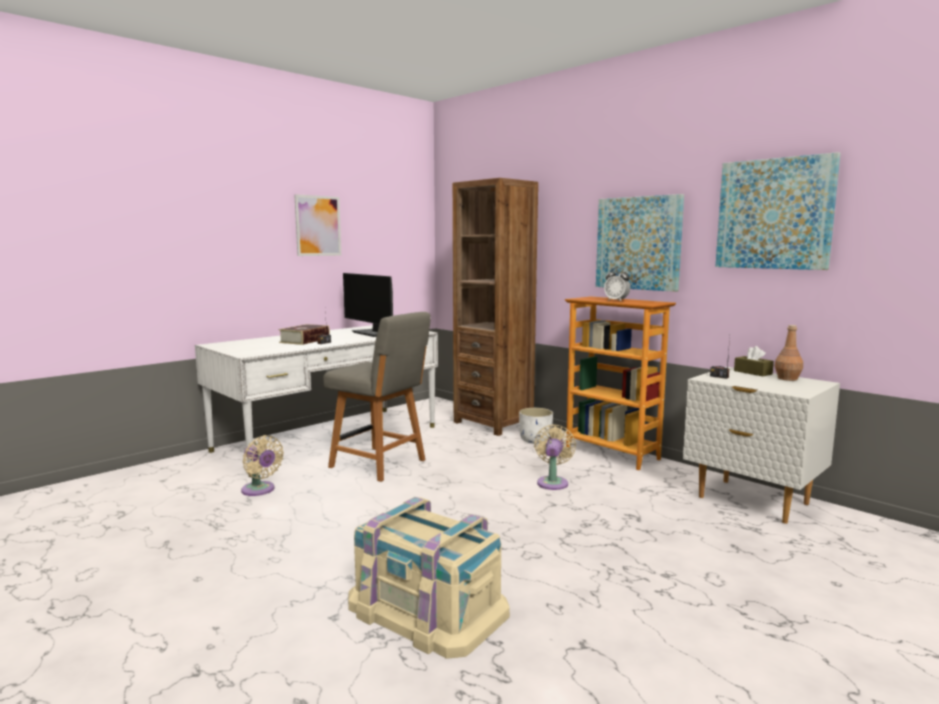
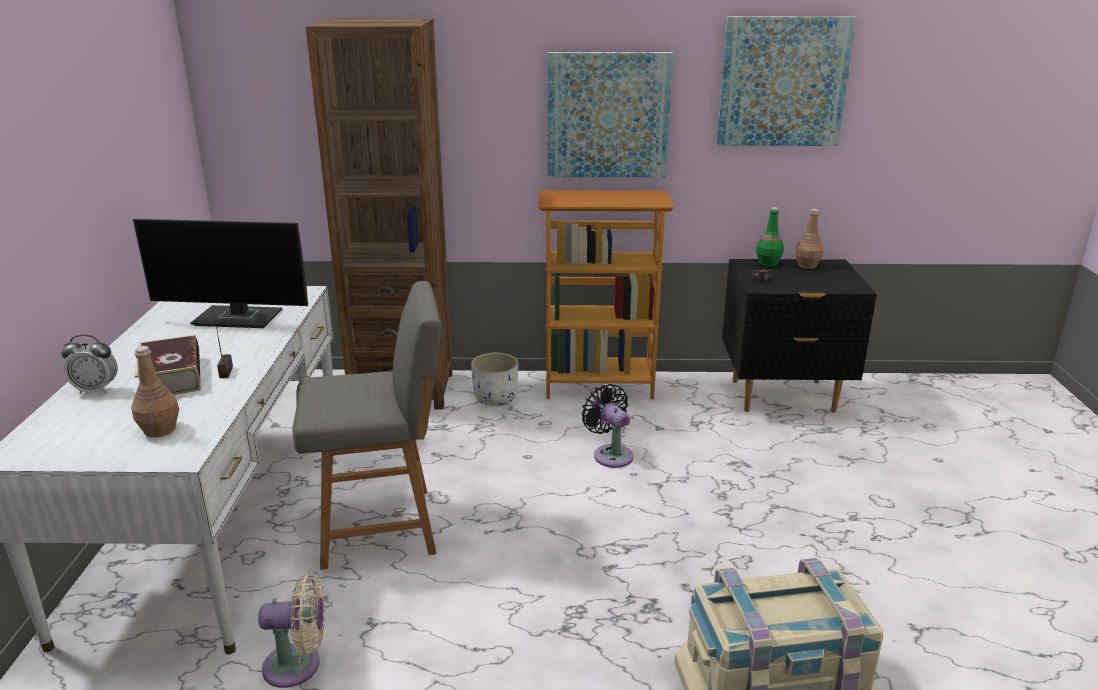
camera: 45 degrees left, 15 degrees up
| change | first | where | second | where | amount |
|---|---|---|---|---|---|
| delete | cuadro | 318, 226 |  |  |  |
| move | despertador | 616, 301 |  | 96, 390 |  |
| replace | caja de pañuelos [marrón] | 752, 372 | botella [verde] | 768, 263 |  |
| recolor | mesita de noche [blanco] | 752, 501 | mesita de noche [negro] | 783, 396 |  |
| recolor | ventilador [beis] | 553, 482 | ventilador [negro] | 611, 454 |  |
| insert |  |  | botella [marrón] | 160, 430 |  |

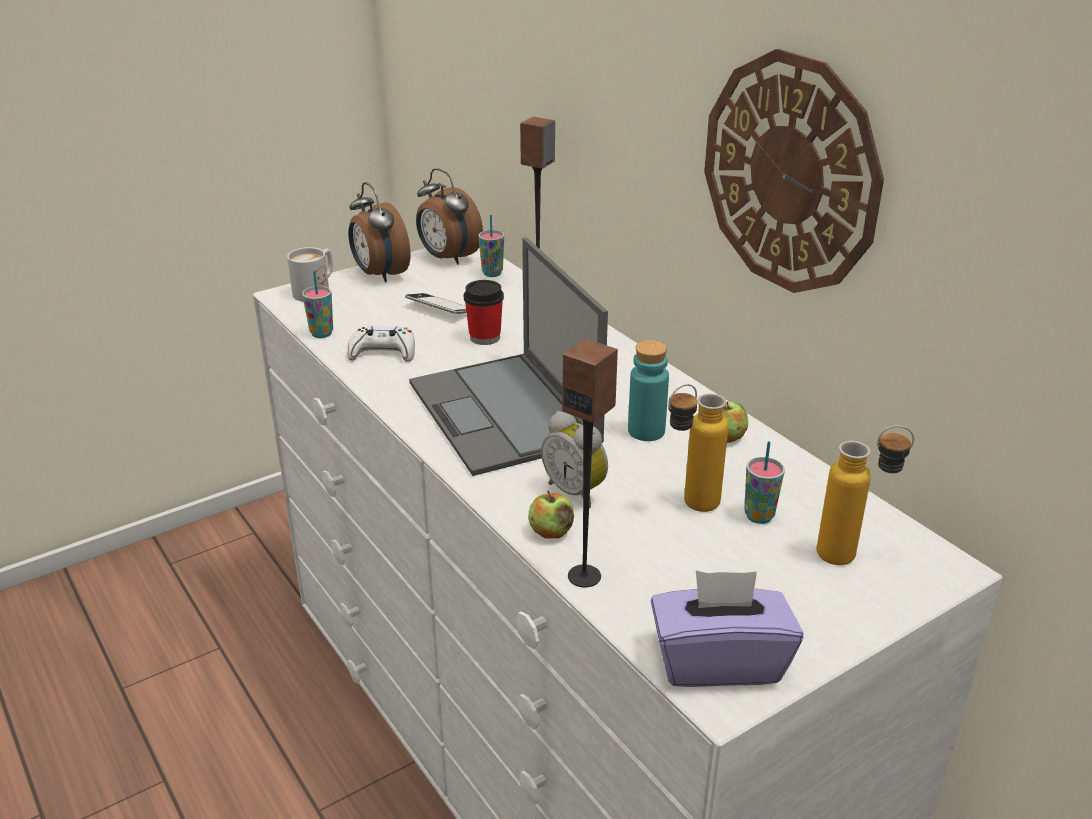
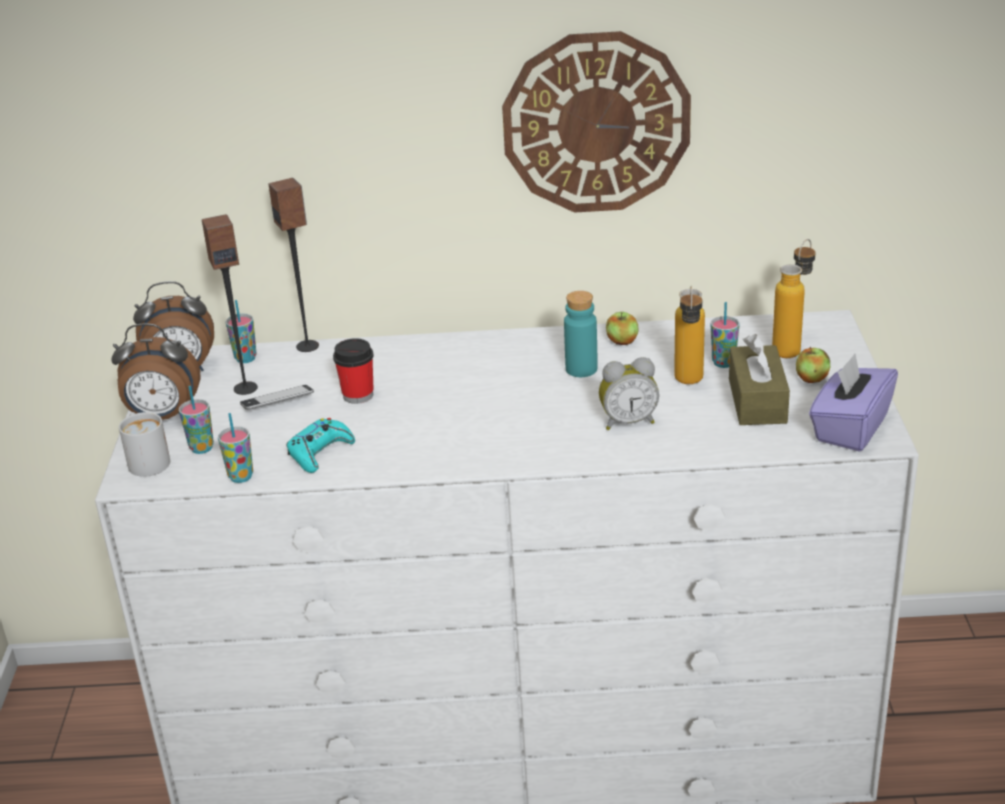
camera: 55 degrees left, 0 degrees up
| change | first | where | second | where | amount |
|---|---|---|---|---|---|
| delete | portátil | 505, 413 |  |  |  |
| recolor | mando de consola [blanco] | 383, 352 | mando de consola [turquesa] | 320, 452 |  |
| move | altavoz | 585, 576 |  | 245, 388 |  |
| move | manzana | 551, 531 |  | 811, 378 |  |
| insert |  |  | caja de pañuelos [marrón] | 757, 401 |  |
| insert |  |  | taza | 201, 448 |  |

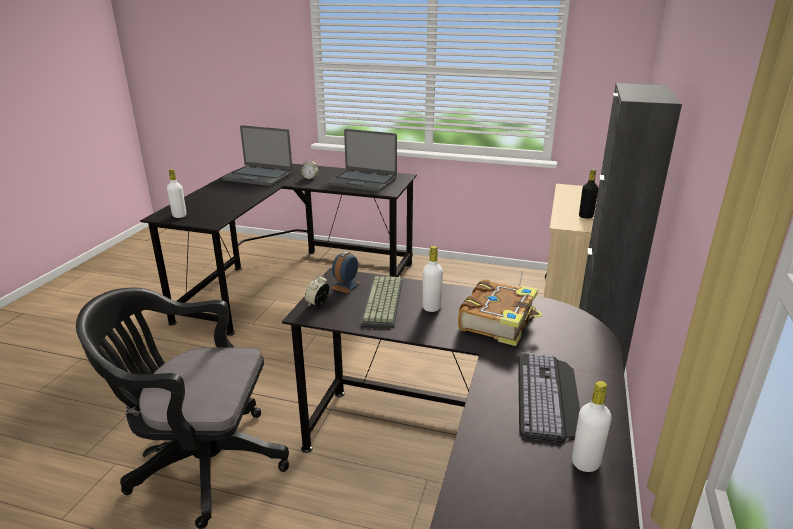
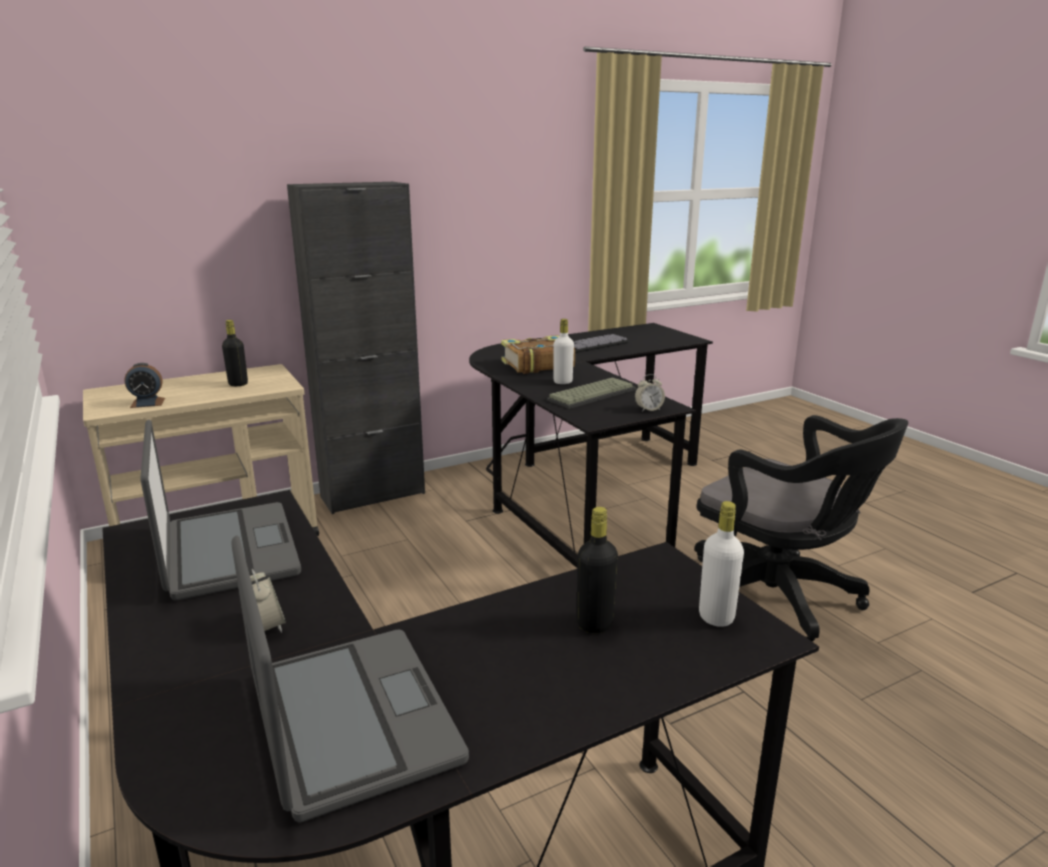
camera: 135 degrees left, 5 degrees down
| change | first | where | second | where | amount |
|---|---|---|---|---|---|
| move | despertador | 346, 285 |  | 147, 403 |  |
| delete | botella [blanco] | 585, 463 |  |  |  |
| insert |  |  | botella [negro] | 594, 624 |  |

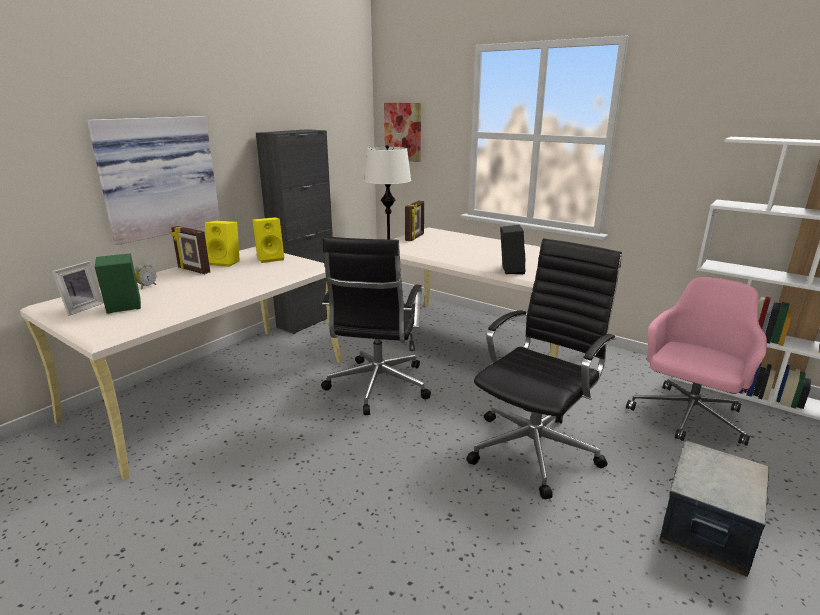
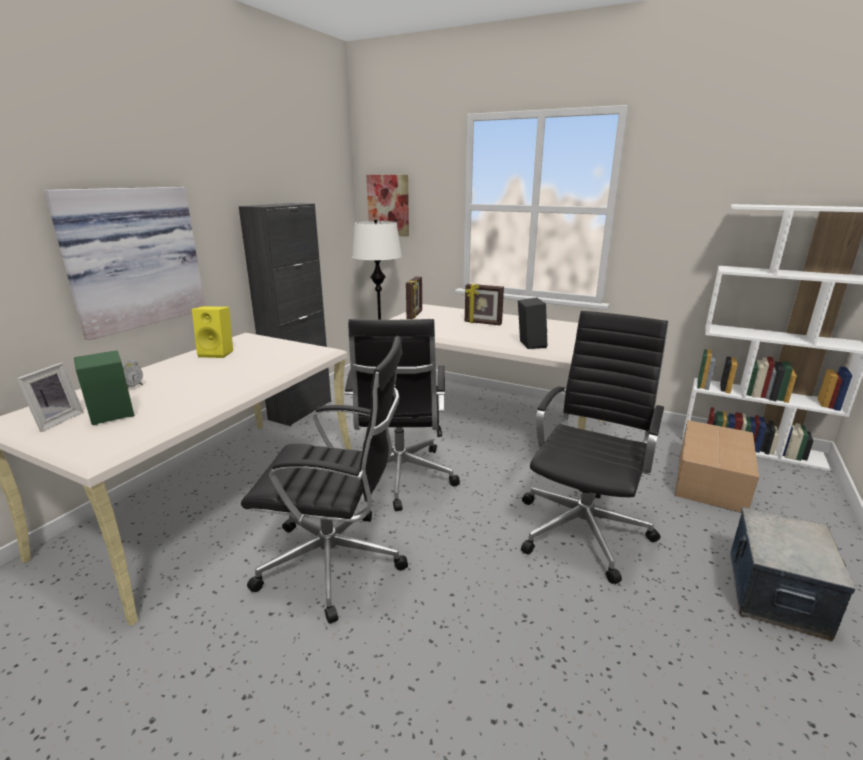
camera: 10 degrees left, 0 degrees up
| change | first | where | second | where | amount |
|---|---|---|---|---|---|
| delete | altavoz [amarillo] | 271, 258 |  |  |  |
| move | portarretratos | 193, 270 |  | 482, 323 |  |
| replace | silla de oficina [rosa] | 687, 417 | caja de cartón | 711, 479 |  |
| insert |  |  | silla de oficina [negro] | 336, 563 |  |

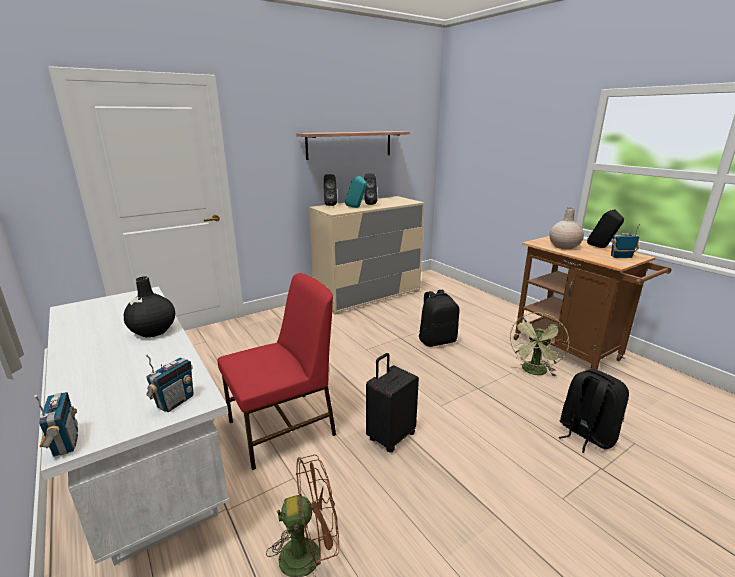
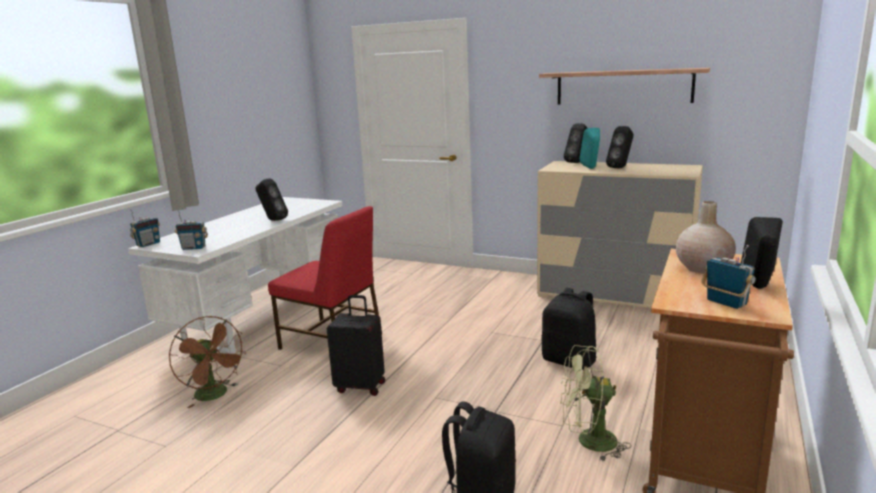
camera: 60 degrees right, 5 degrees down
| change | first | where | second | where | amount |
|---|---|---|---|---|---|
| replace | florero [negro] | 153, 331 | altavoz [negro] | 272, 220 |  |

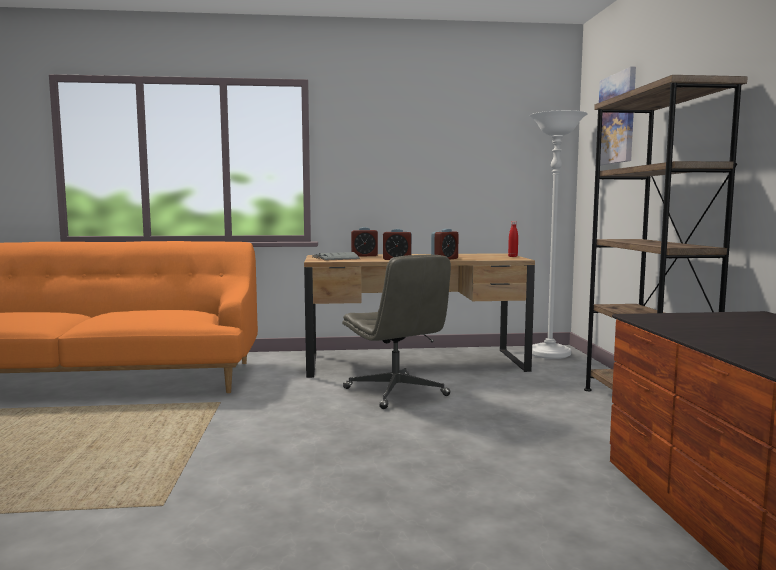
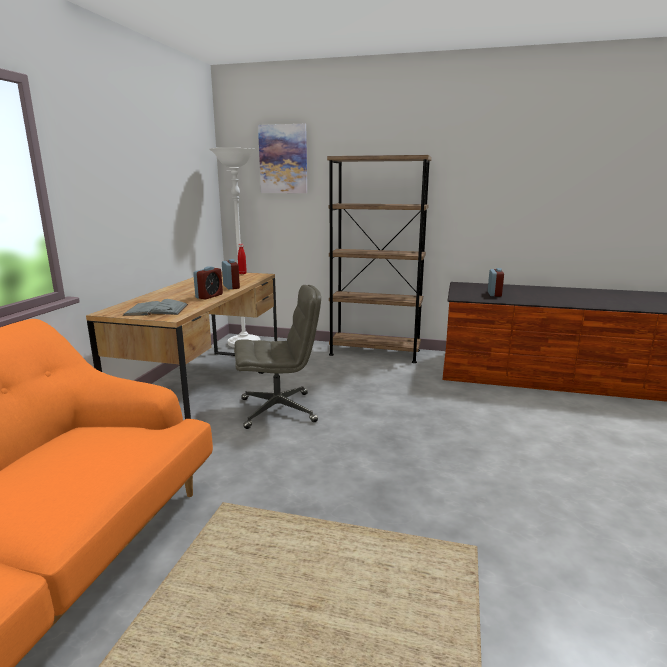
camera: 70 degrees left, 10 degrees up
| change | first | where | second | where | amount |
|---|---|---|---|---|---|
| move | despertador | 364, 255 |  | 494, 294 |  |

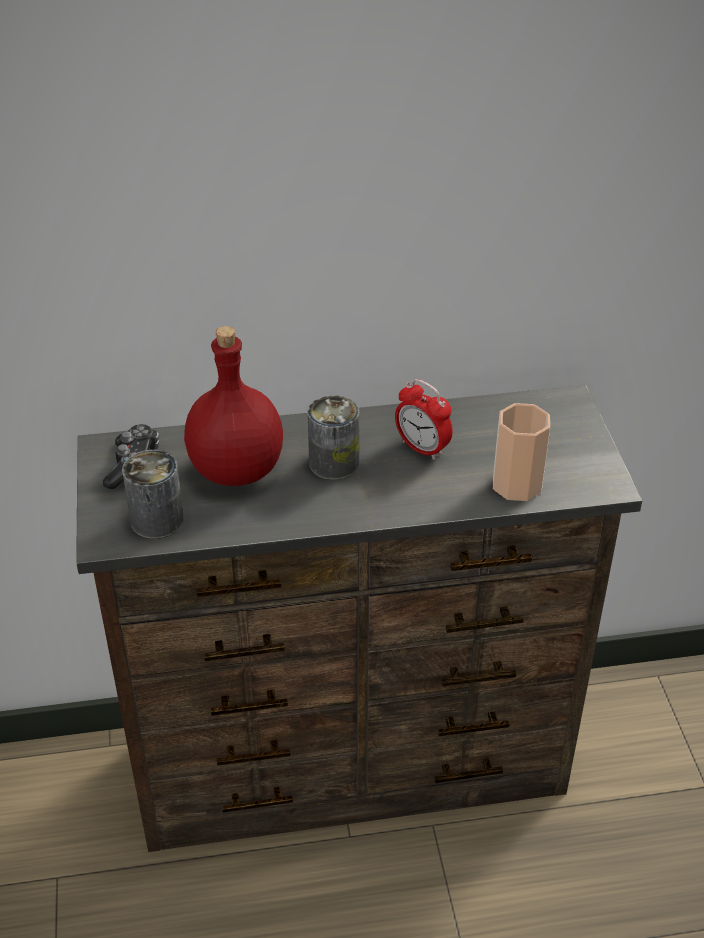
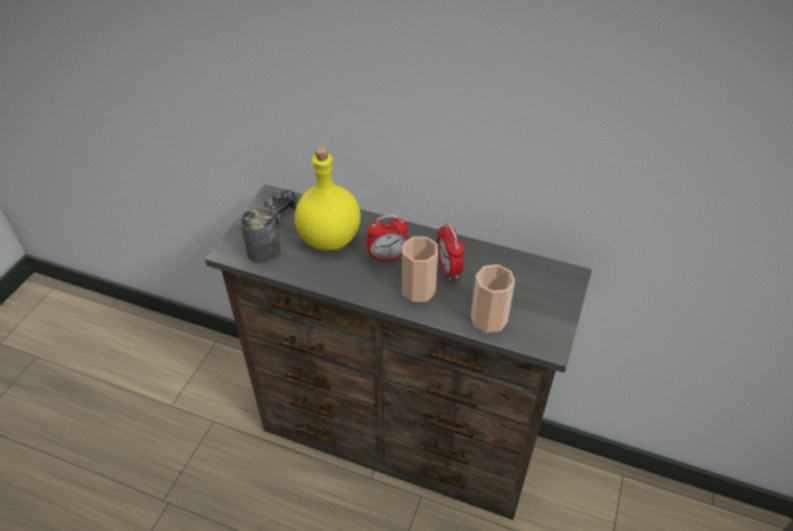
camera: 30 degrees right, 5 degrees up
| change | first | where | second | where | amount |
|---|---|---|---|---|---|
| recolor | botella [rojo] | 237, 469 | botella [amarillo] | 330, 238 |  |
| replace | lata | 334, 463 | despertador | 388, 257 |  |
| insert |  |  | taza | 418, 290 |  |

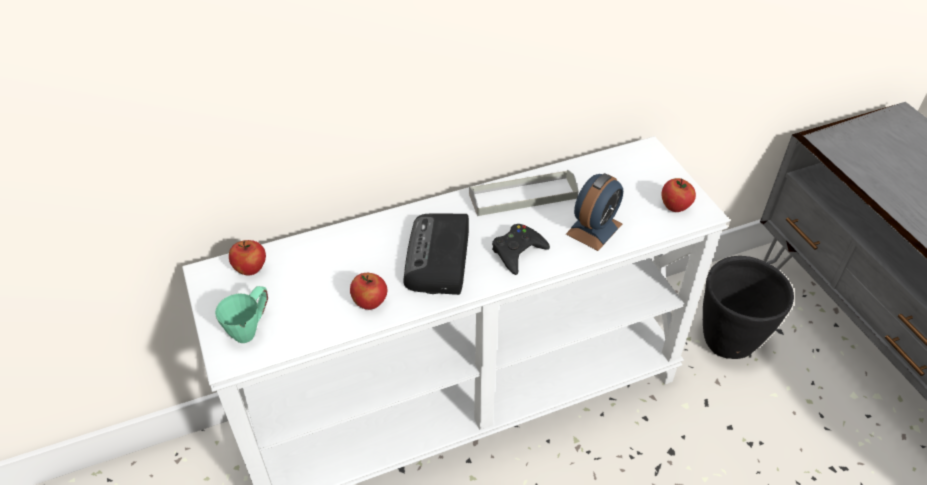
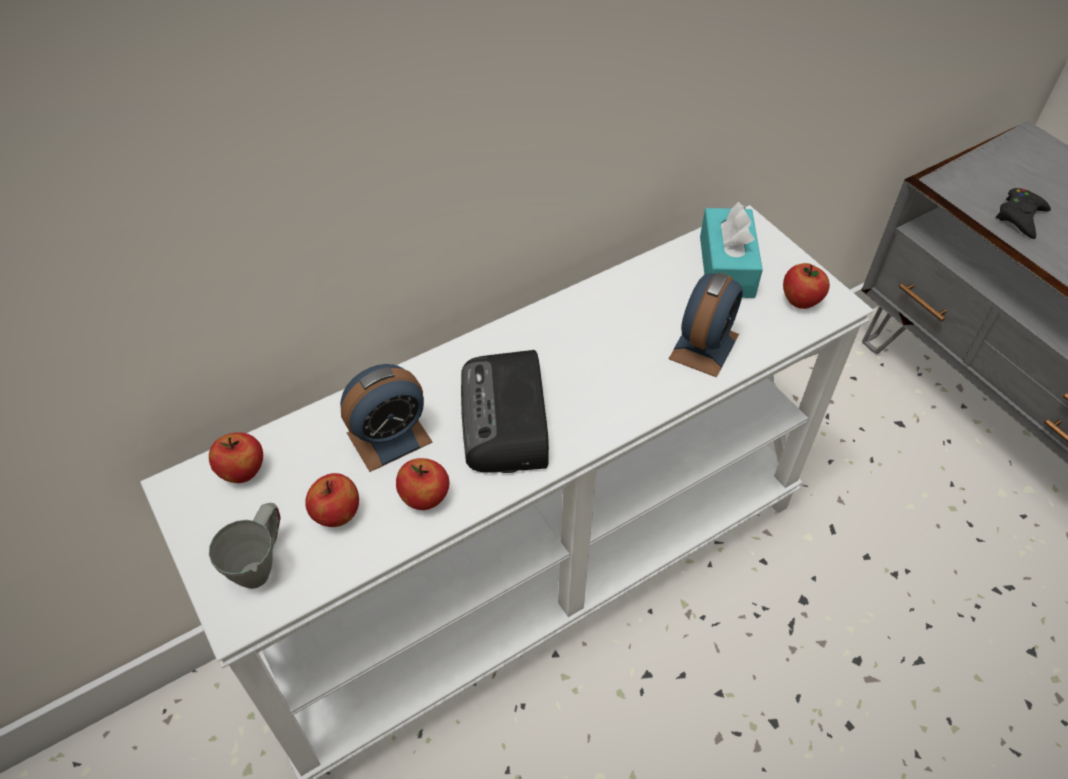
camera: 10 degrees left, 5 degrees up
| change | first | where | second | where | amount |
|---|---|---|---|---|---|
| delete | bandeja [gris] | 523, 196 |  |  |  |
| move | mando de consola [negro] | 518, 252 |  | 1020, 217 |  |
| delete | maceta [negro] | 729, 342 |  |  |  |
| recolor | taza grande [verde] | 251, 328 | taza grande [gris] | 261, 563 |  |
| insert |  |  | caja de pañuelos [turquesa] | 726, 266 |  |
| insert |  |  | despertador | 389, 437 |  |
| insert |  |  | manzana | 337, 514 |  |

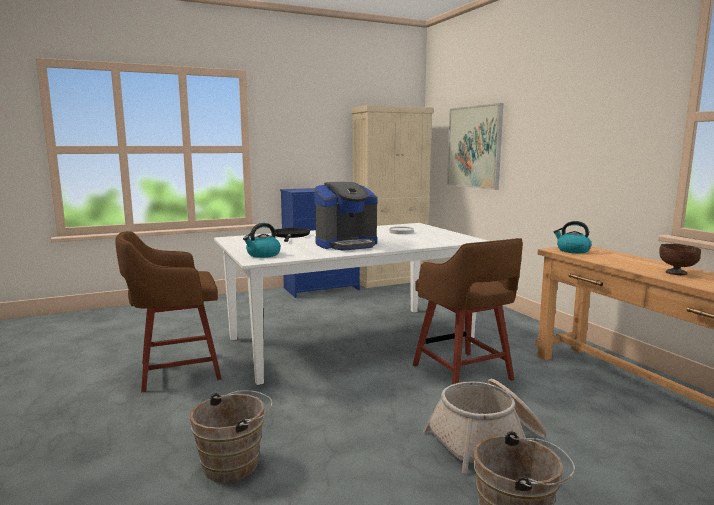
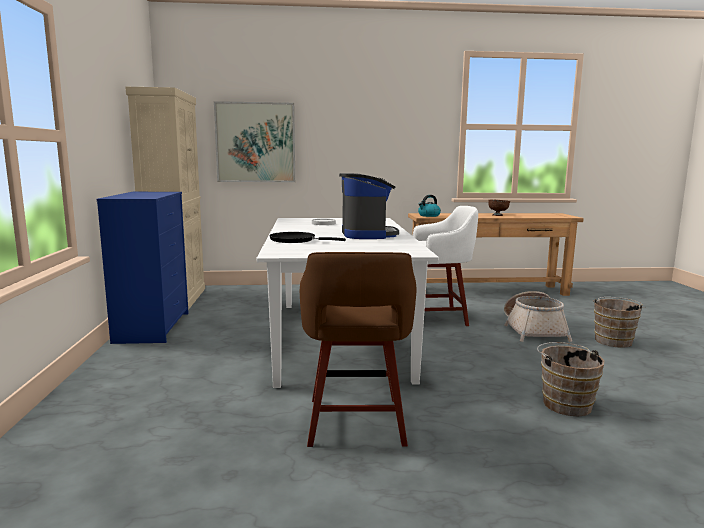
camera: 70 degrees left, 0 degrees up
| change | first | where | second | where | amount |
|---|---|---|---|---|---|
| delete | hervidor | 263, 255 |  |  |  |
| recolor | taburete [marrón] | 463, 374 | taburete [blanco] | 436, 318 |  |

